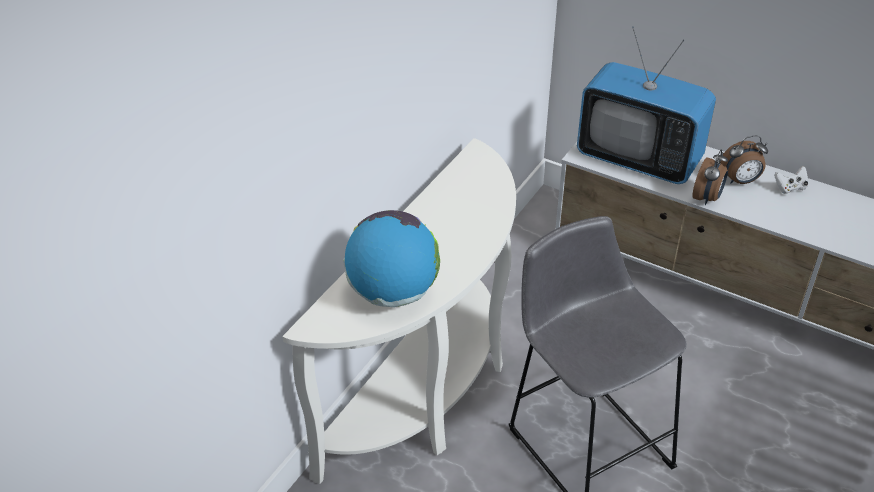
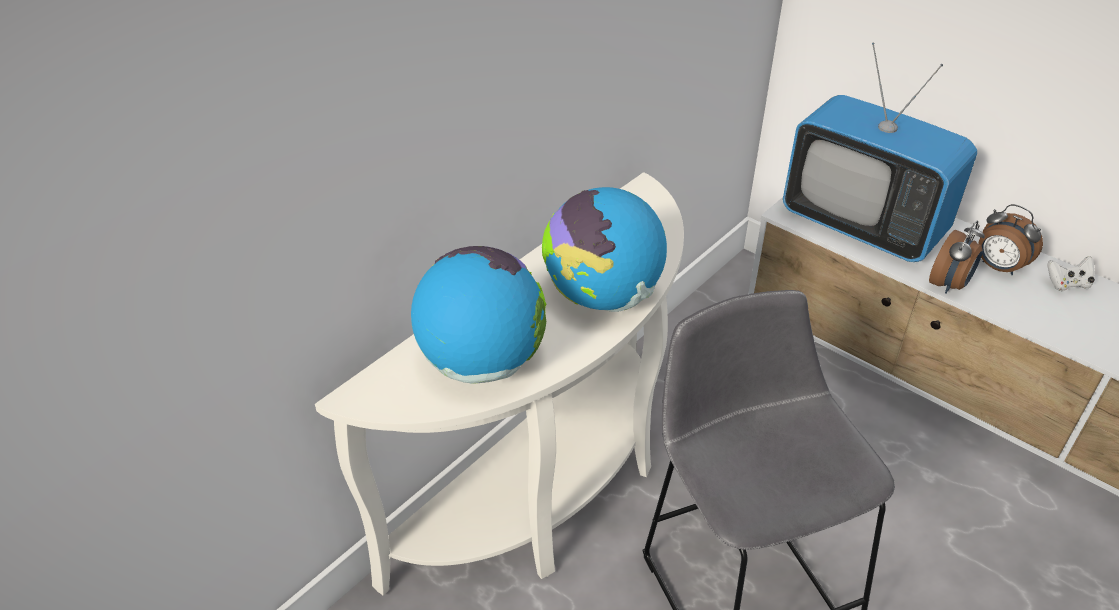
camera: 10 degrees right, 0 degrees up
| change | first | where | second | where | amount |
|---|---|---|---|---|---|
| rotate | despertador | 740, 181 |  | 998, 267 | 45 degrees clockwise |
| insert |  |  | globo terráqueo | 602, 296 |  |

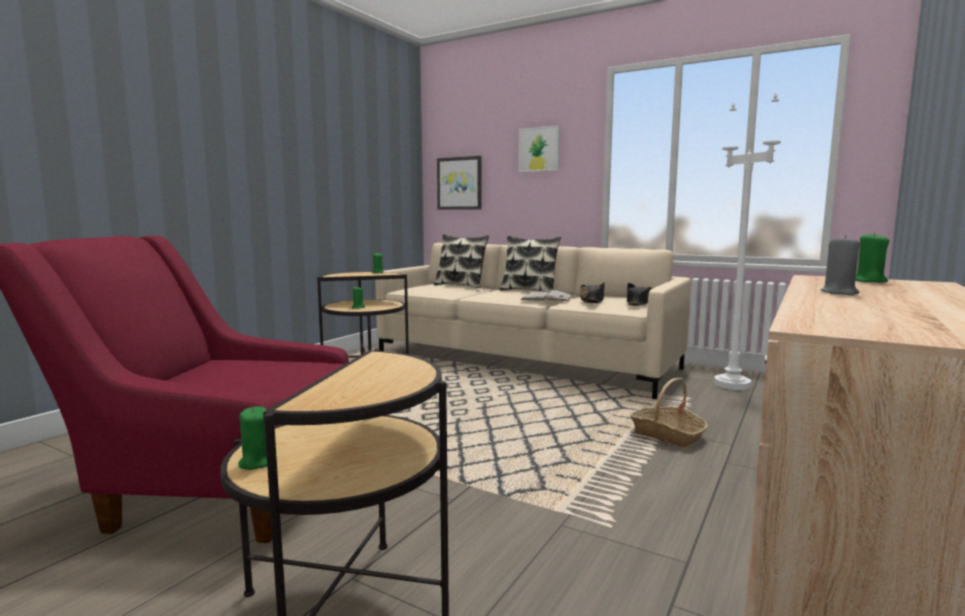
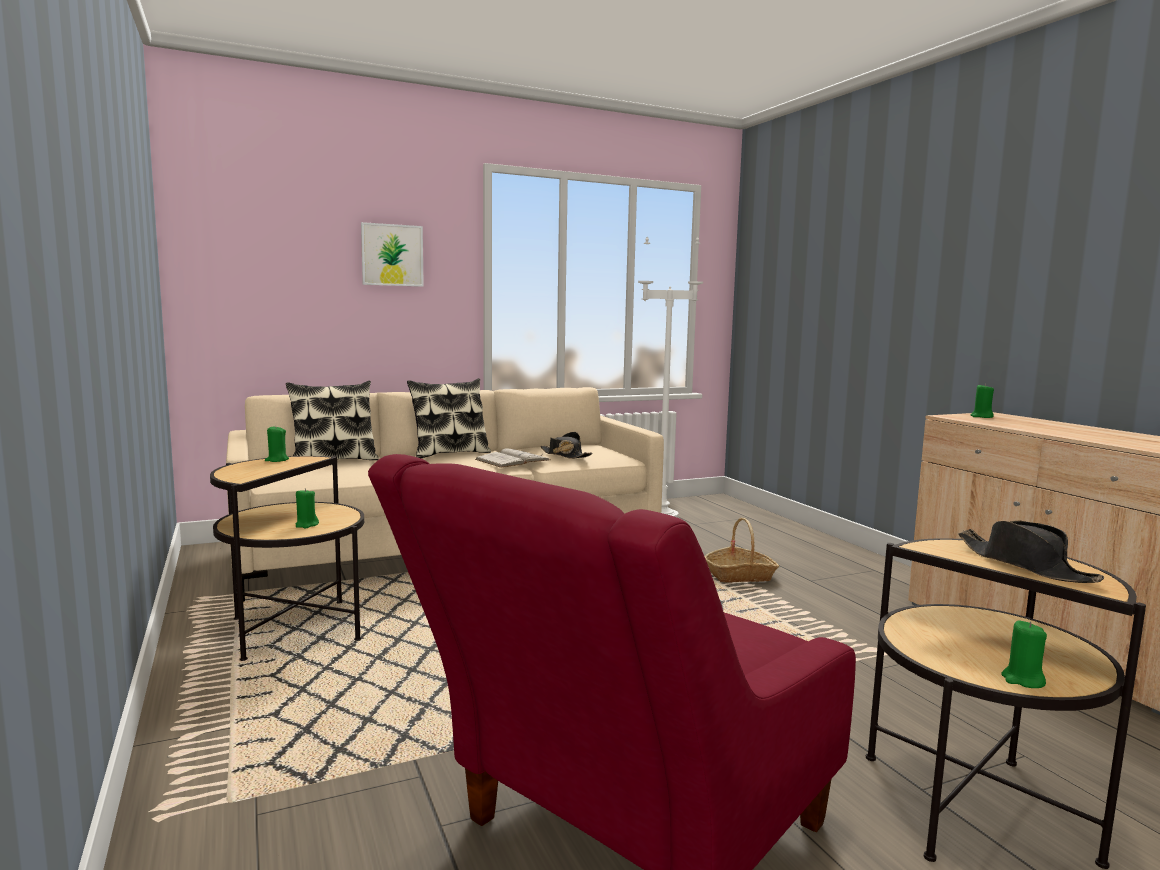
camera: 55 degrees left, 0 degrees up
| change | first | where | second | where | amount |
|---|---|---|---|---|---|
| delete | cuadro | 459, 183 |  |  |  |
| delete | vela [gris] | 839, 292 |  |  |  |
| move | sombrero [negro] | 638, 303 |  | 1025, 565 |  |

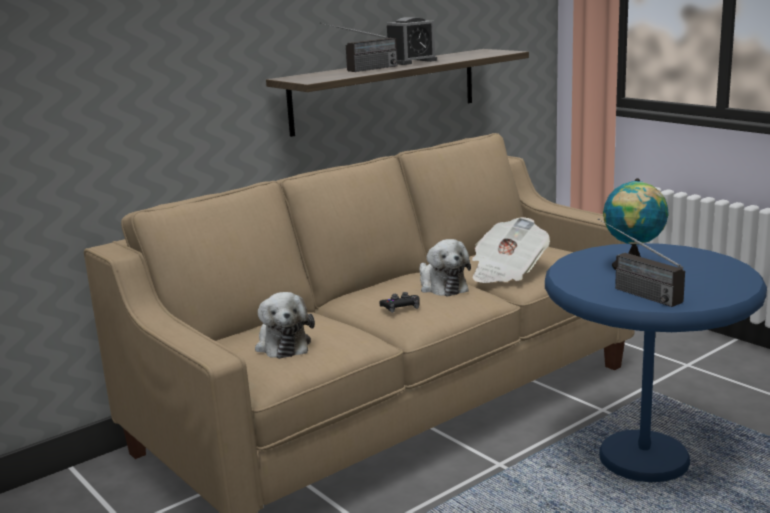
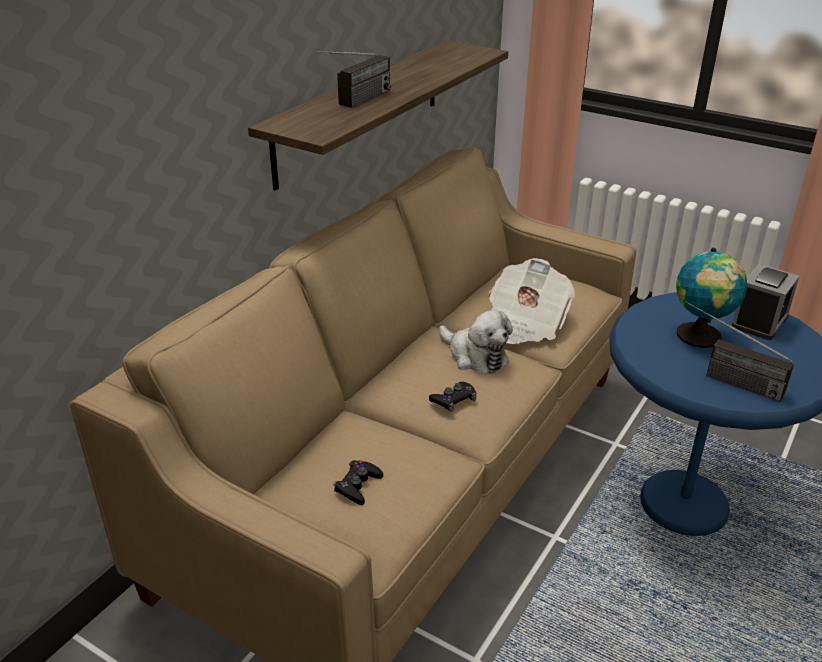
camera: 20 degrees left, 15 degrees up
| change | first | where | second | where | amount |
|---|---|---|---|---|---|
| move | despertador | 411, 61 |  | 759, 322 |  |
| replace | peluche | 283, 344 | mando de consola [negro] | 358, 486 |  |

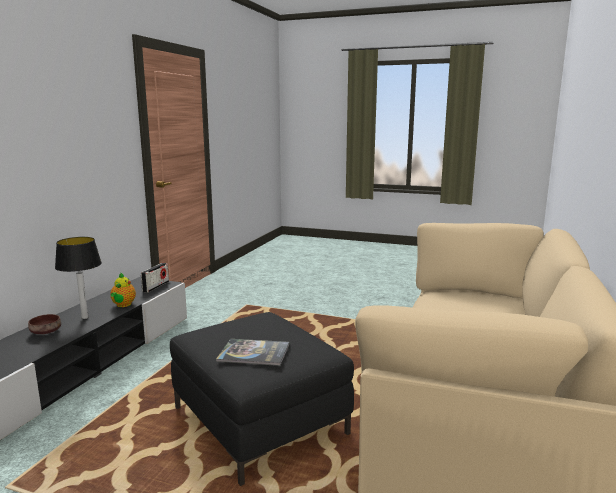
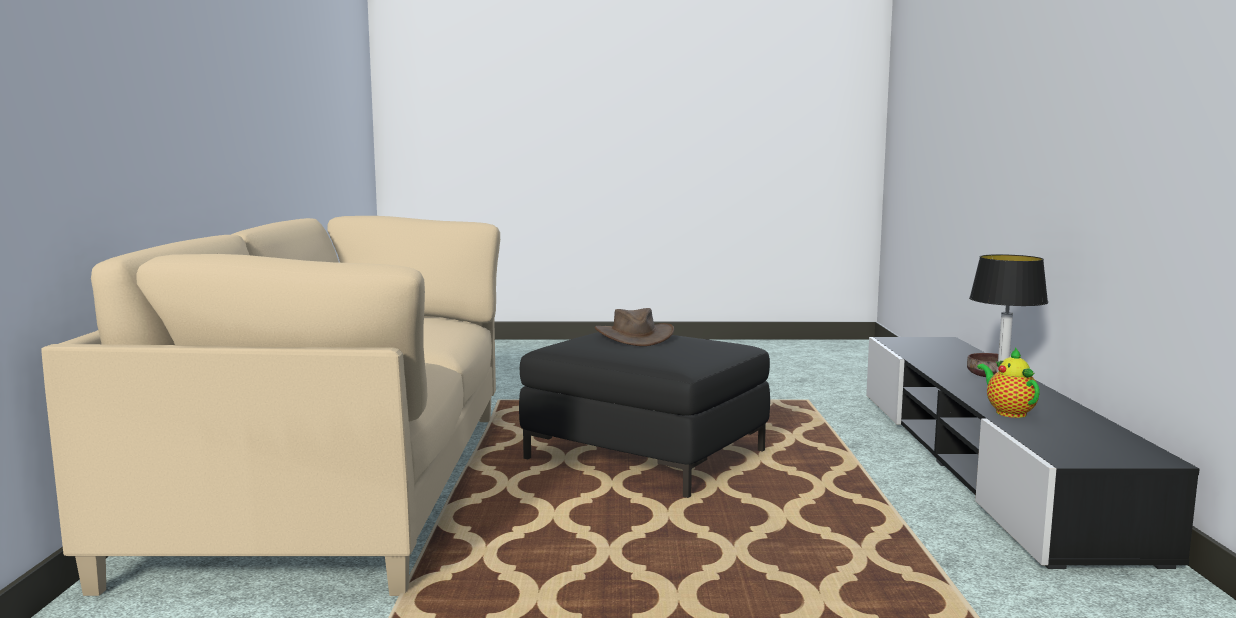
camera: 160 degrees right, 5 degrees down
| change | first | where | second | where | amount |
|---|---|---|---|---|---|
| delete | radio | 156, 286 |  |  |  |
| replace | libro | 254, 353 | sombrero [marrón] | 634, 337 |  |

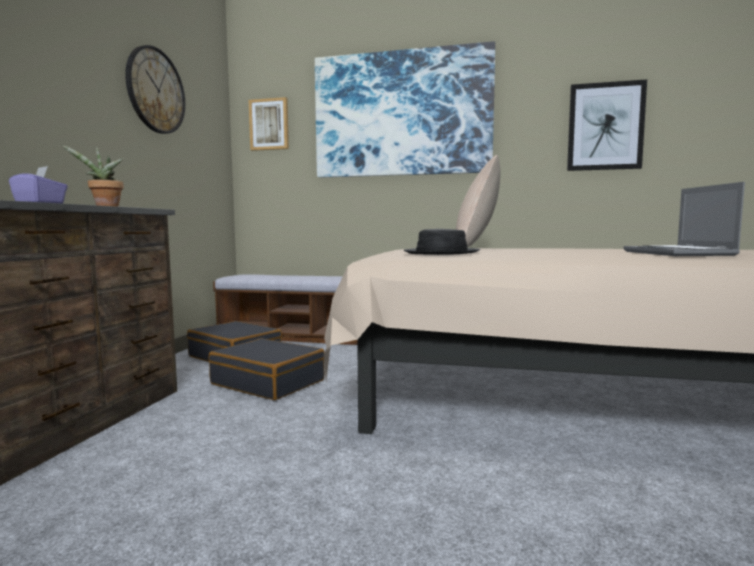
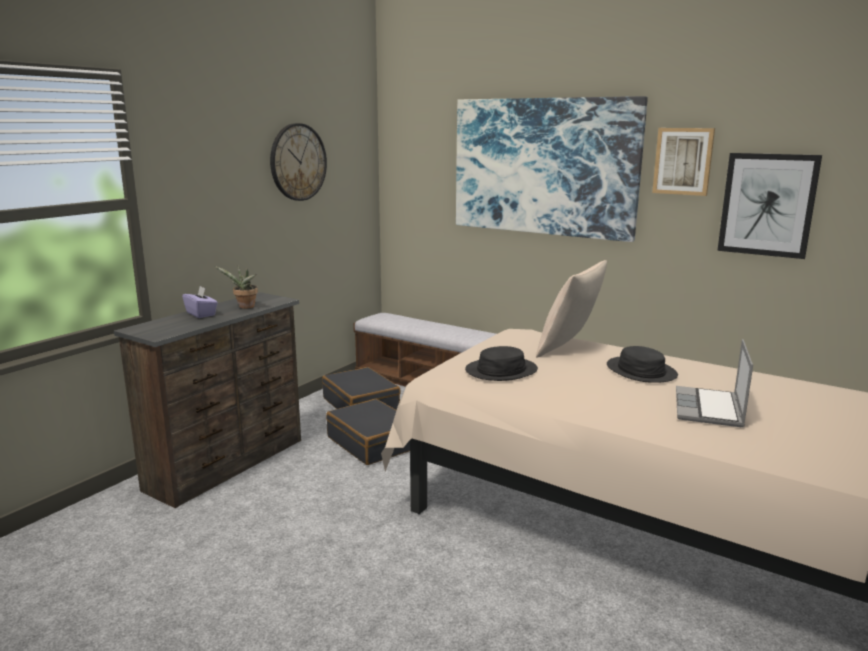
camera: 20 degrees right, 10 degrees up
| change | first | where | second | where | amount |
|---|---|---|---|---|---|
| move | cuadro | 269, 124 |  | 683, 161 |  |
| insert |  |  | sombrero [negro] | 641, 371 |  |

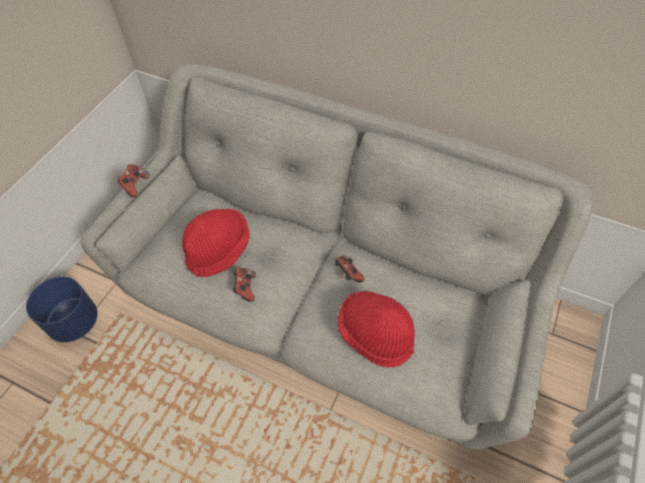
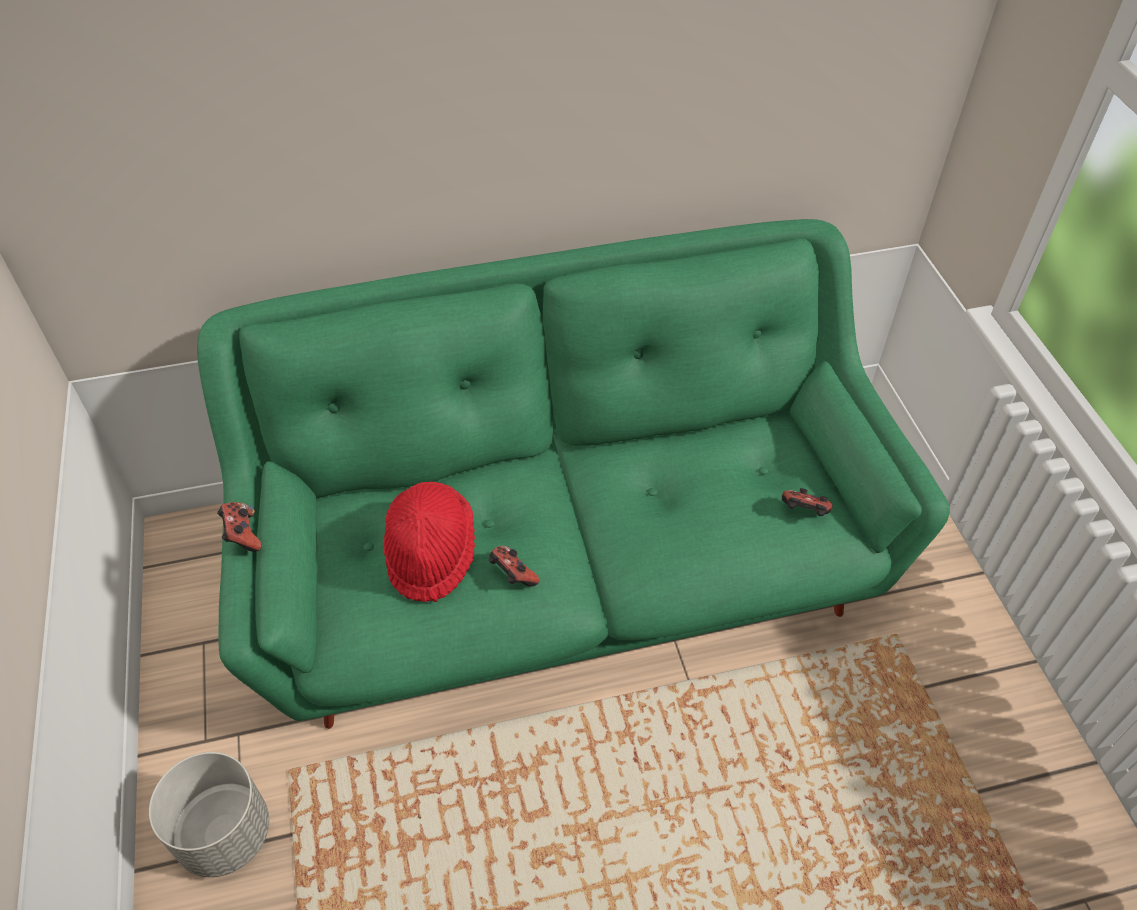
camera: 40 degrees left, 5 degrees down
| change | first | where | second | where | amount |
|---|---|---|---|---|---|
| recolor | sofá [gris] | 324, 304 | sofá [verde] | 569, 566 |  |
| move | mando de consola | 348, 274 |  | 804, 513 |  |
| recolor | maceta [azul] | 74, 322 | maceta [gris] | 224, 833 |  |
| delete | sombrero [rojo] | 375, 335 |  |  |  |

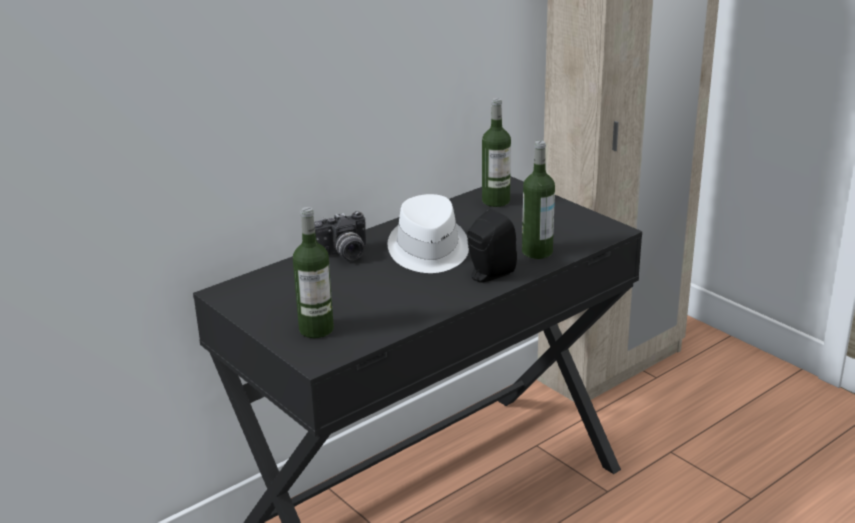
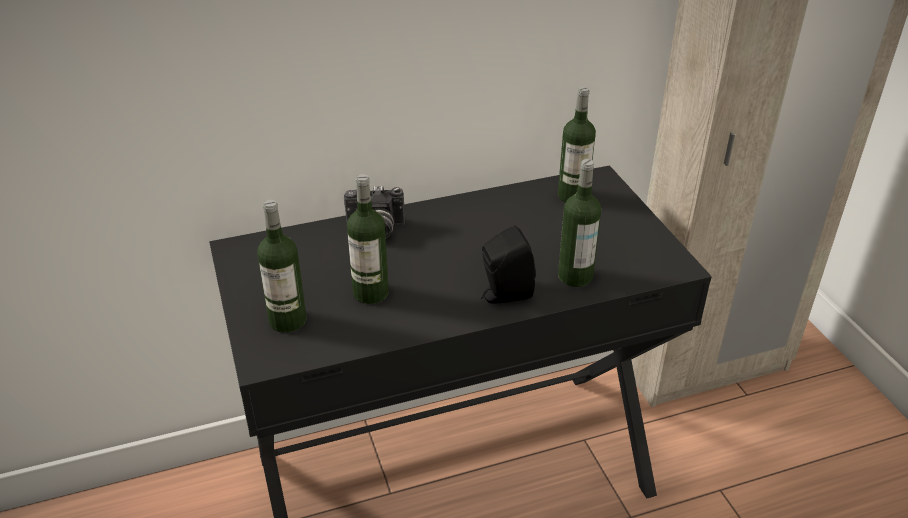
camera: 20 degrees right, 10 degrees up
| change | first | where | second | where | amount |
|---|---|---|---|---|---|
| delete | sombrero [blanco] | 428, 250 |  |  |  |
| insert |  |  | botella | 370, 293 |  |

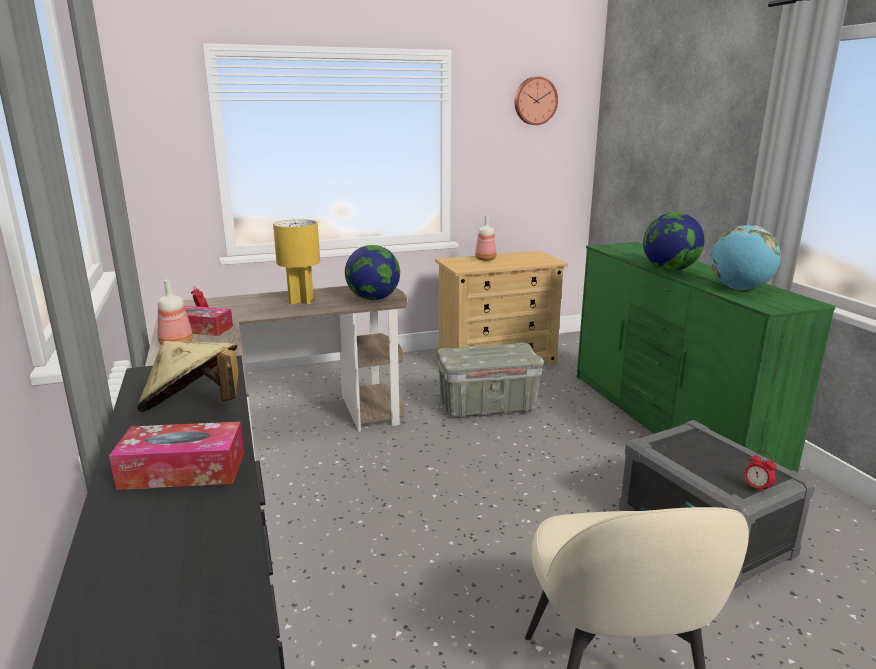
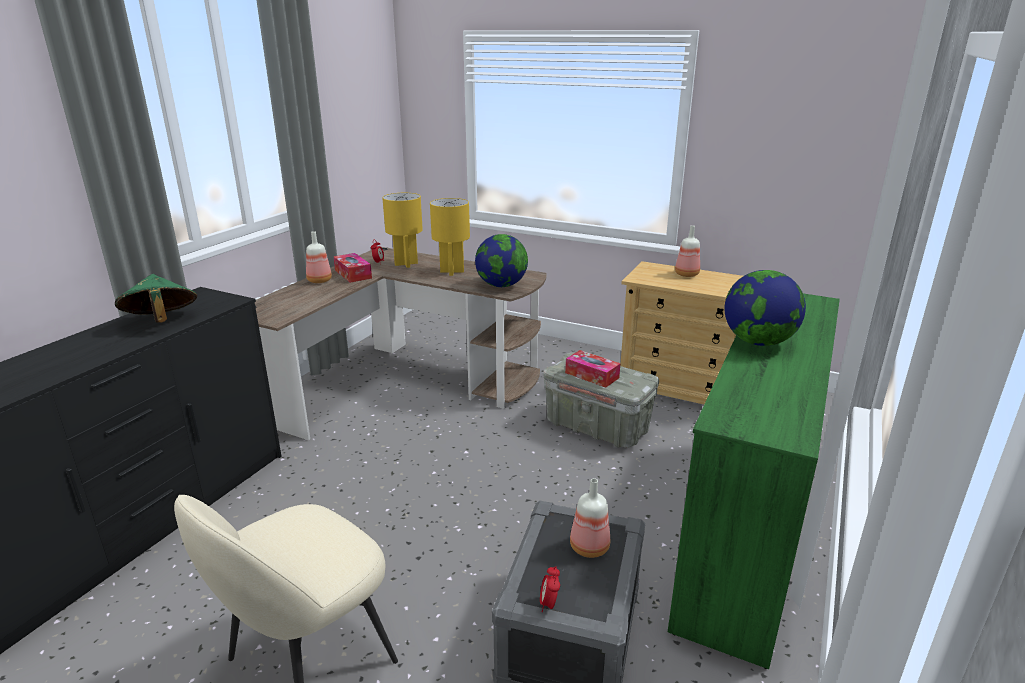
camera: 45 degrees right, 5 degrees up
| change | first | where | second | where | amount |
|---|---|---|---|---|---|
| delete | reloj de pared | 535, 101 |  |  |  |
| delete | globo terráqueo | 739, 289 |  |  |  |
| recolor | sombrero [beis] | 193, 408 | sombrero [verde] | 161, 322 |  |
| move | caja de pañuelos | 183, 470 |  | 592, 375 |  |
| insert |  |  | lámpara de mesa [amarillo] | 406, 264 |  |
| insert |  |  | botella | 588, 548 |  |

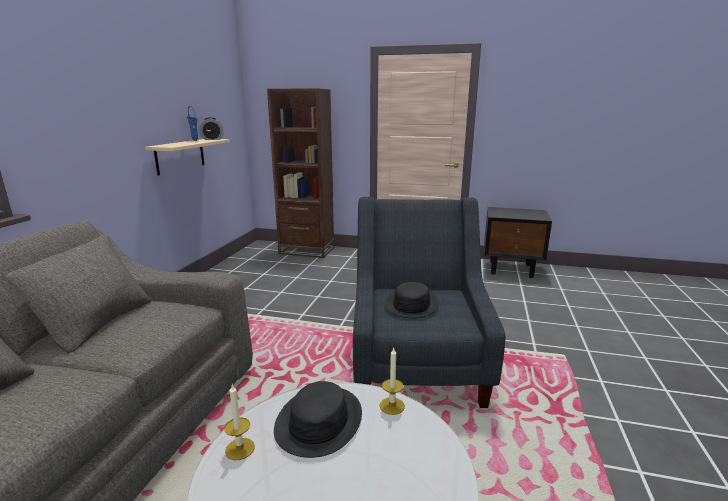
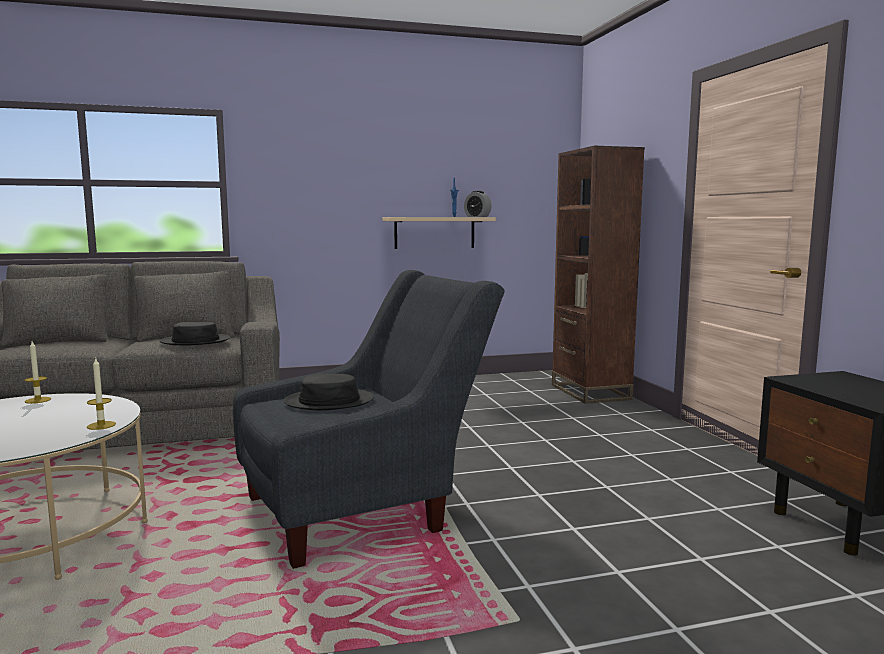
camera: 60 degrees right, 10 degrees down
| change | first | where | second | where | amount |
|---|---|---|---|---|---|
| move | sombrero [negro] | 318, 421 |  | 195, 341 |  |

